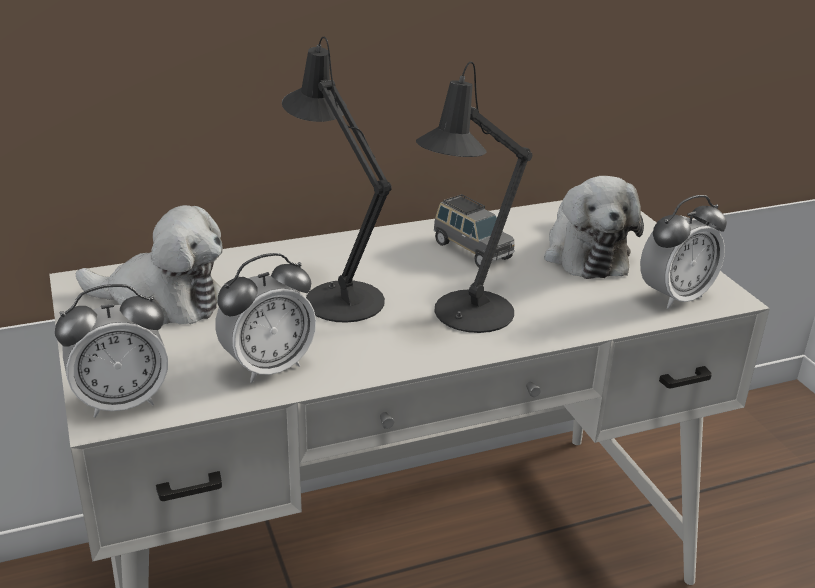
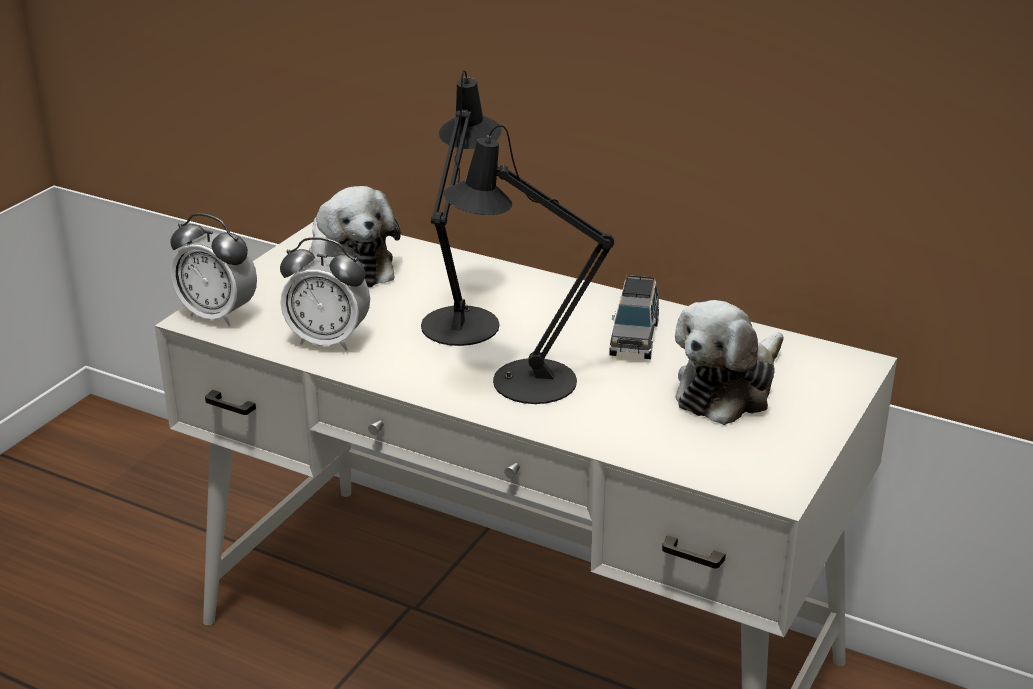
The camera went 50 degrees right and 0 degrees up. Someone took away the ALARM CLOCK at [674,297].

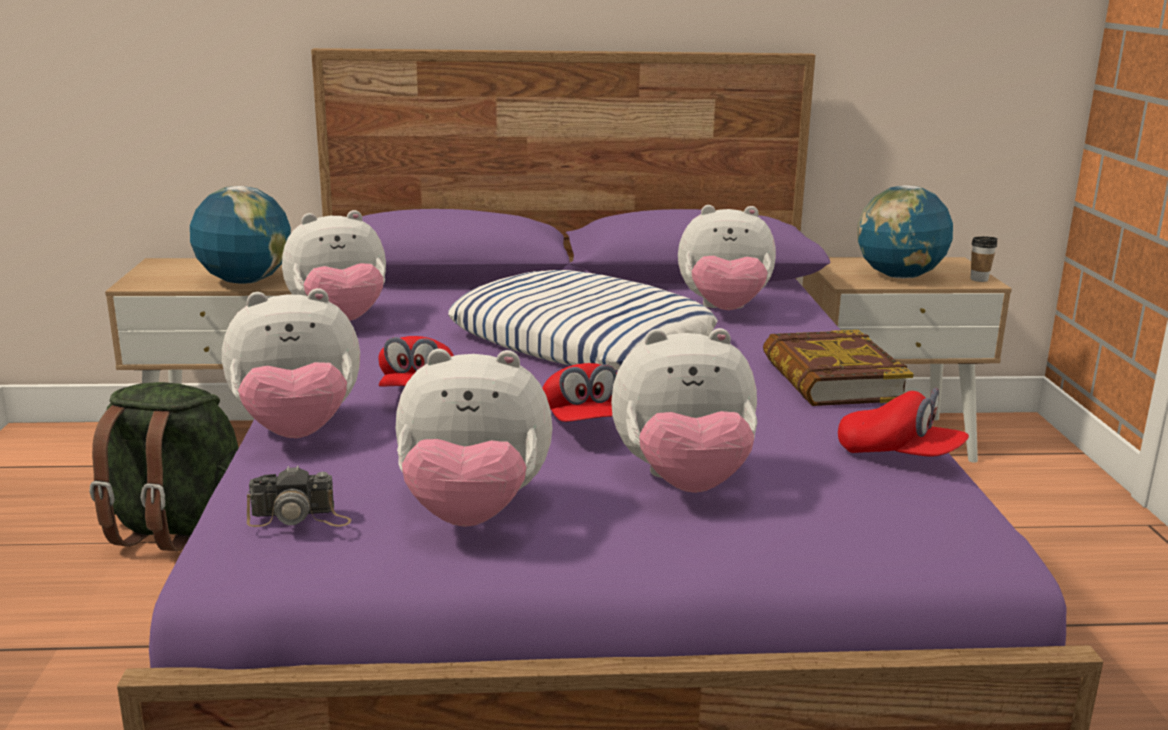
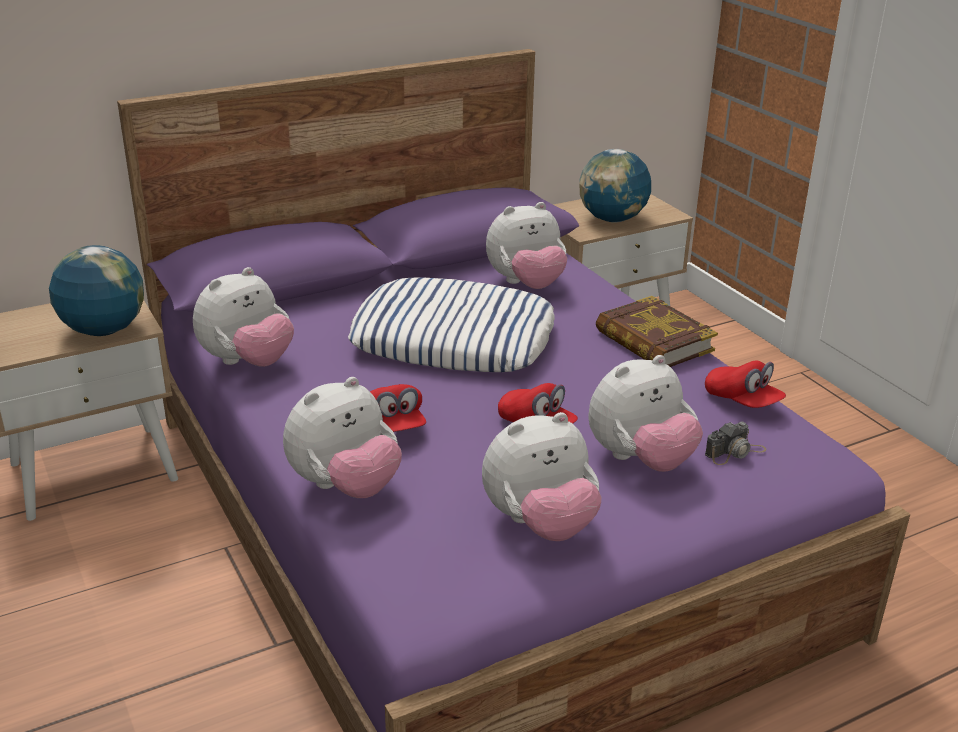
The camera went 25 degrees left and 10 degrees up. Someone rotated the RED CAP at [898,455] by 45 degrees clockwise. Someone carried the PHOTO CAMERA from [300,517] to [735,452]. Someone took away the GREEN BACKPACK at [177,528]. Someone took away the CUP at [979,279].

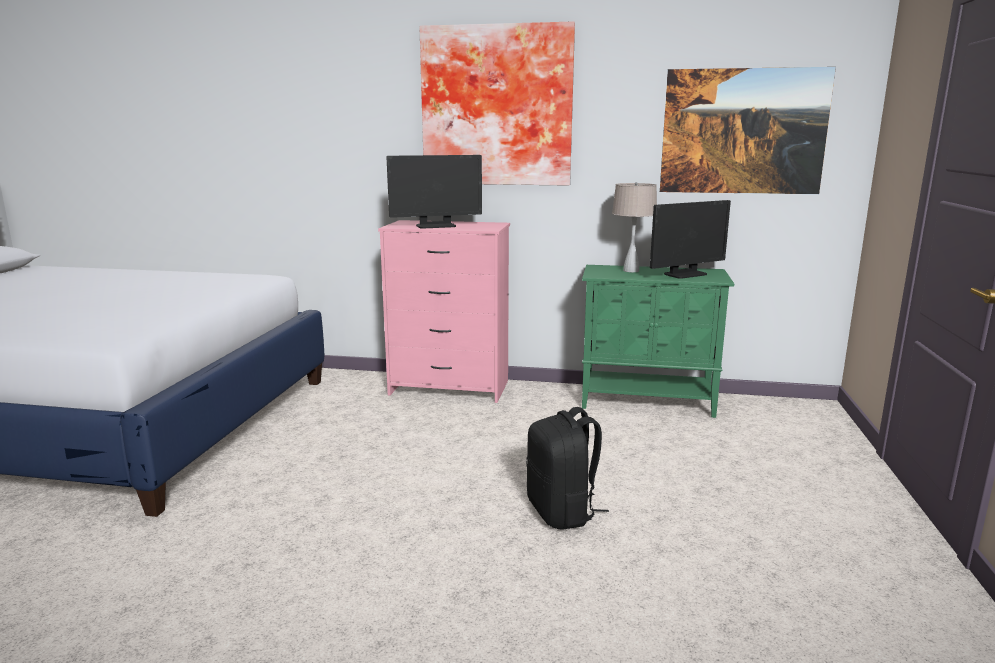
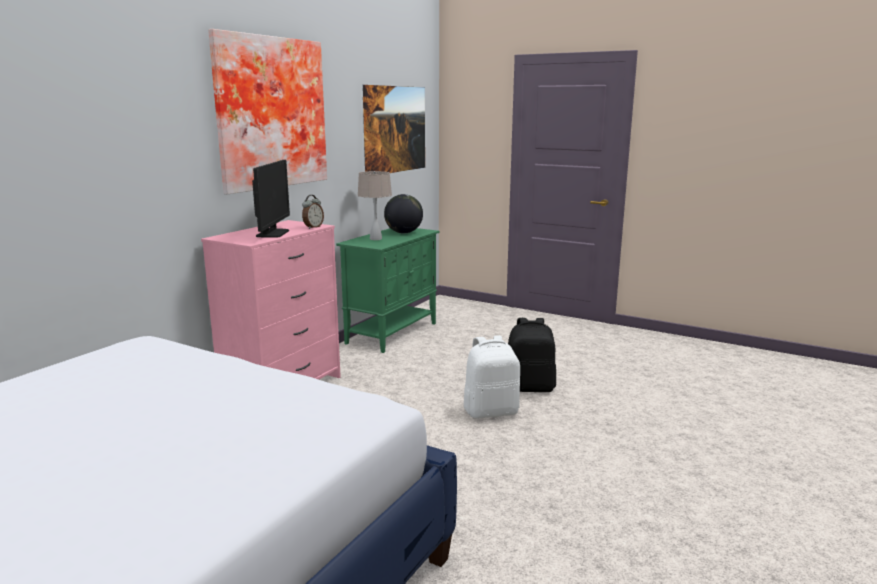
The camera went 70 degrees left and 0 degrees up. Someone put down the ALARM CLOCK at [313,227]. Someone swapped the MONITOR at [685,274] for the GLOBE at [403,233]. Someone put down the WHITE BACKPACK at [491,411].

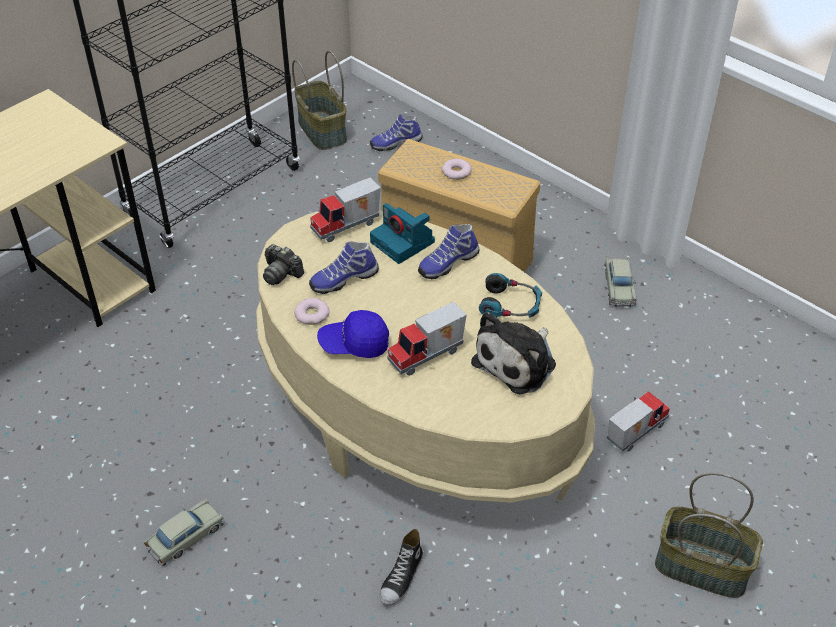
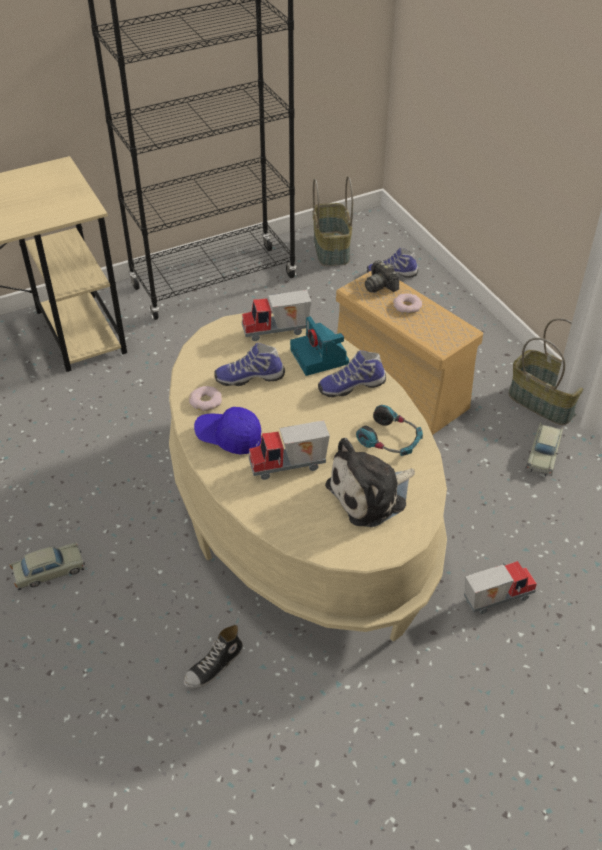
The camera went 20 degrees right and 0 degrees up. Someone carried the PHOTO CAMERA from [281,273] to [380,285]. Someone carried the BASKET from [703,566] to [544,402].

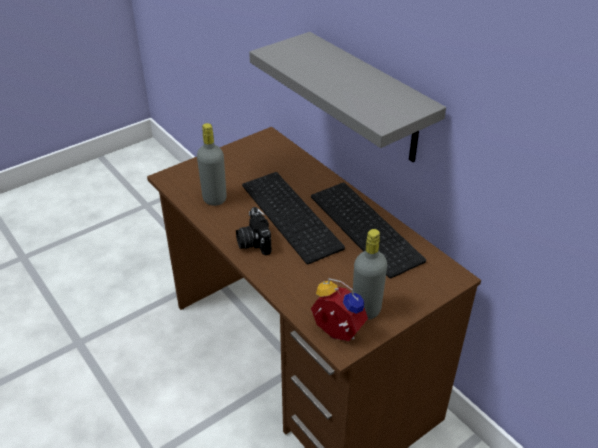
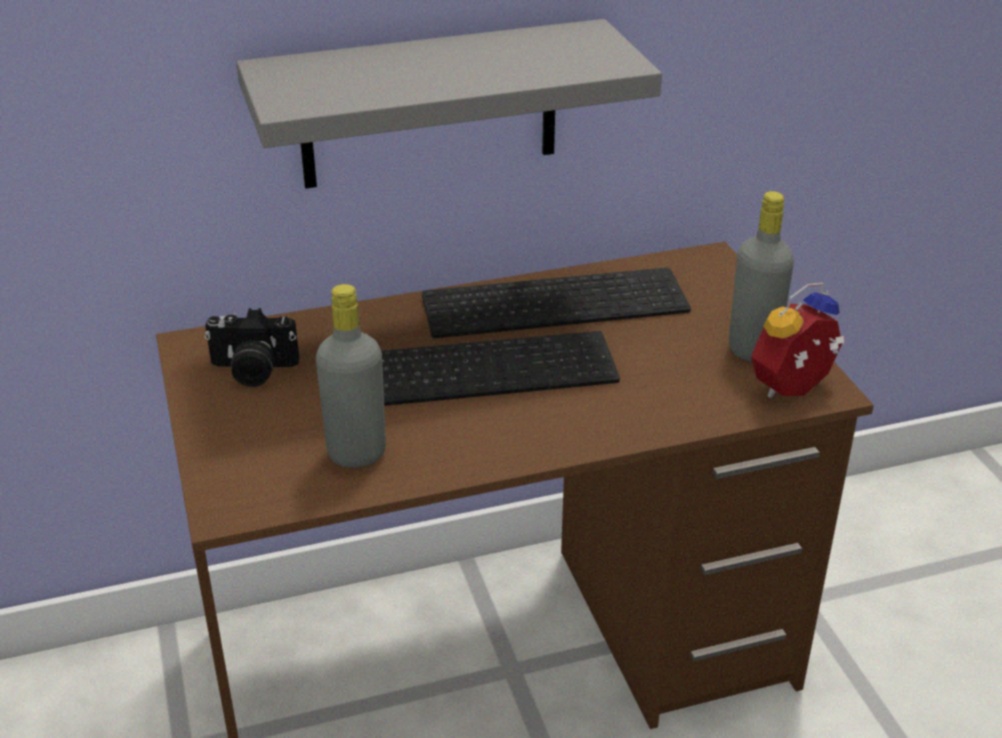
The camera went 70 degrees left and 5 degrees down. Someone carried the PHOTO CAMERA from [253,242] to [252,371].

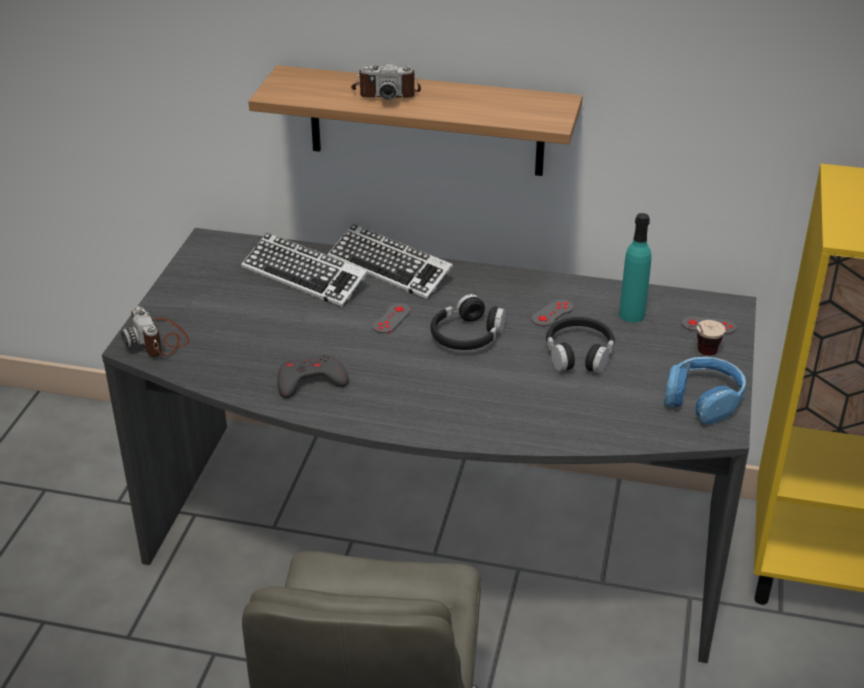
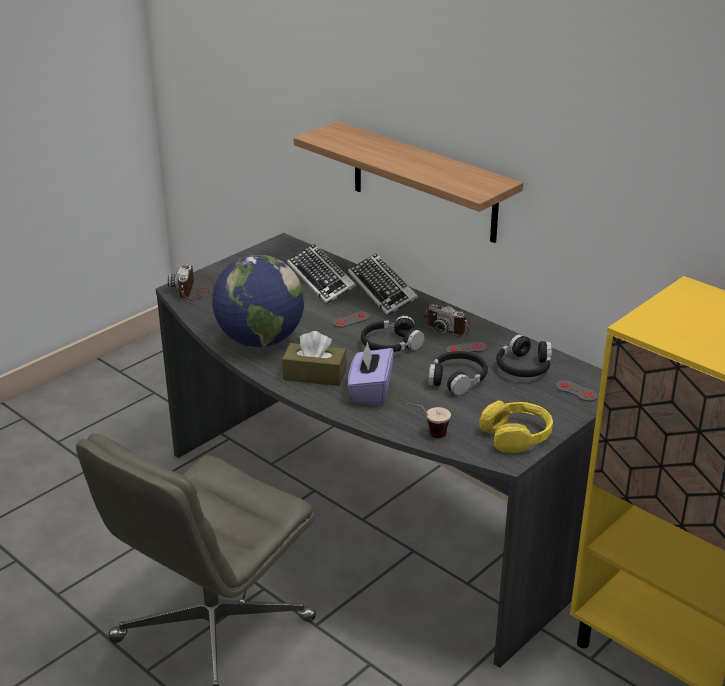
The camera went 30 degrees right and 5 degrees down. Someone swapped the GREY GAME CONTROLLER at [310,381] for the GLOBE at [260,340]. Someone put down the BROWN TISSUE BOX at [314,375]. Someone put down the PURPLE TISSUE BOX at [370,390]. Someone carried the CUP from [699,355] to [427,435]. Someone carried the PHOTO CAMERA from [386,92] to [448,326]. Someone repainted the BLUE HEADPHONES at [703,400], which became the YELLOW HEADPHONES at [517,436]. Someone swapped the TURQUOISE BOTTLE at [631,315] for the BLACK HEADPHONES at [524,367].

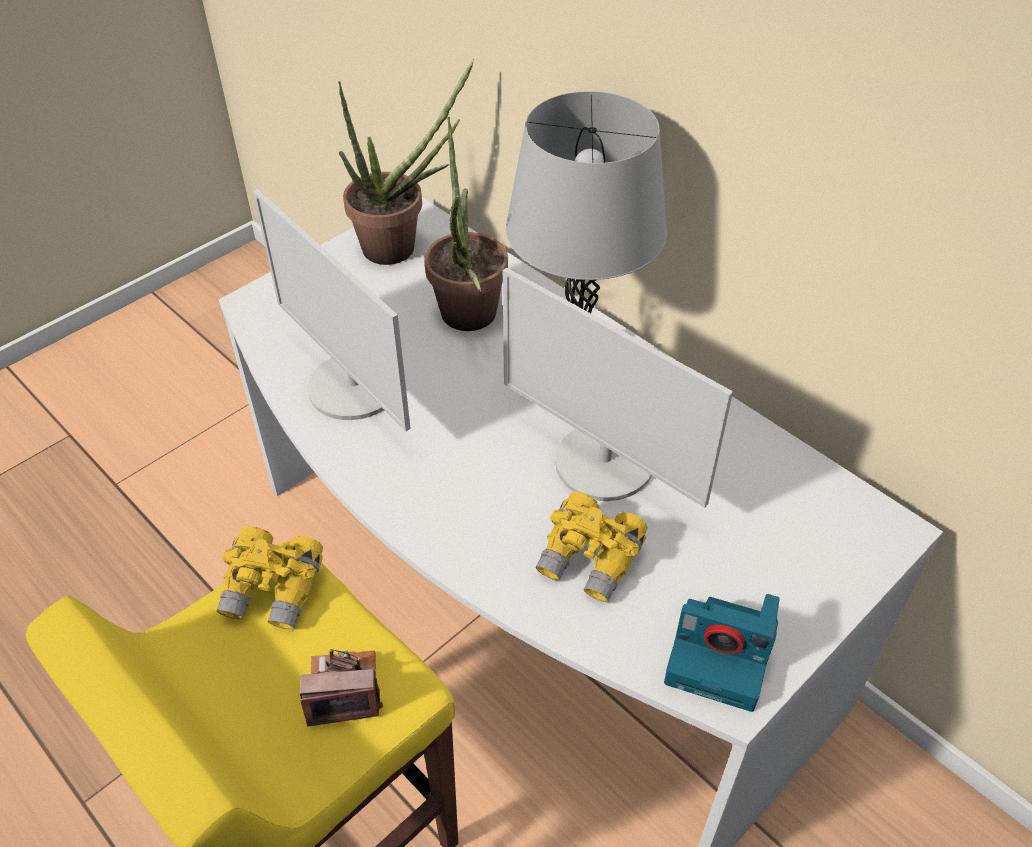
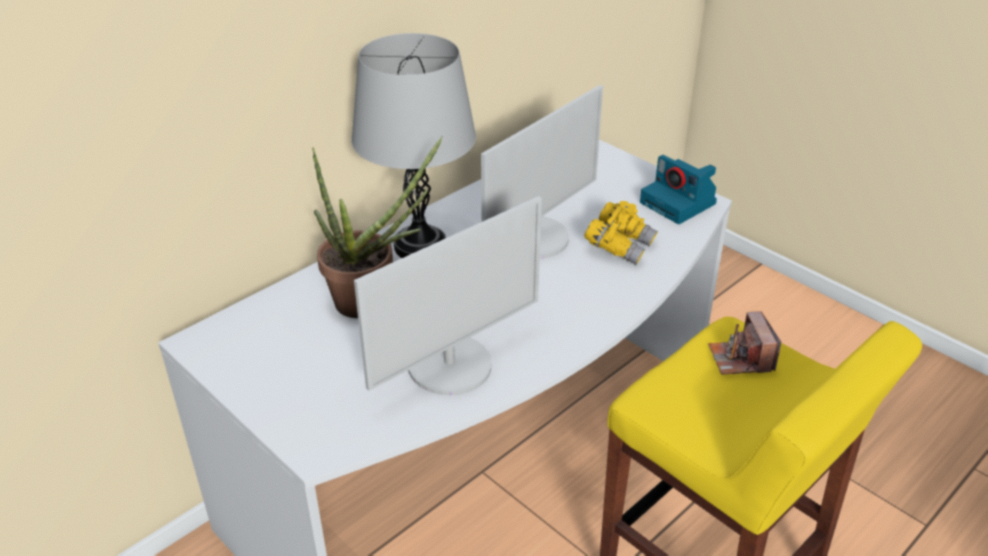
The camera went 90 degrees left and 10 degrees down. Someone rotated the PHOTO CAMERA at [721,656] by 120 degrees clockwise. Someone took away the YELLOW BINOCULARS at [275,590]. Someone took away the POTTED PLANT at [401,247].

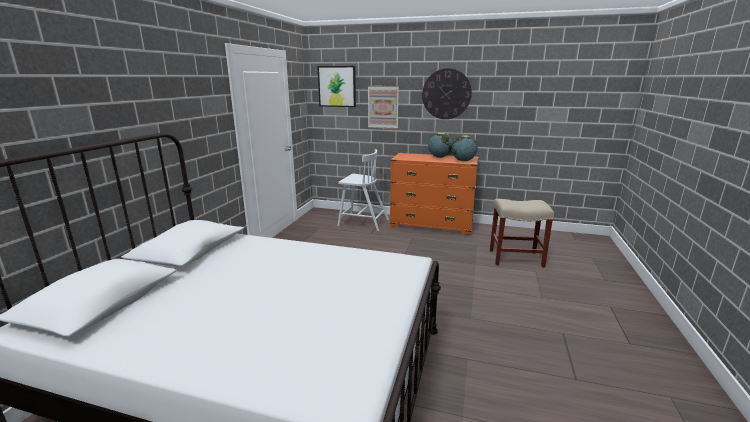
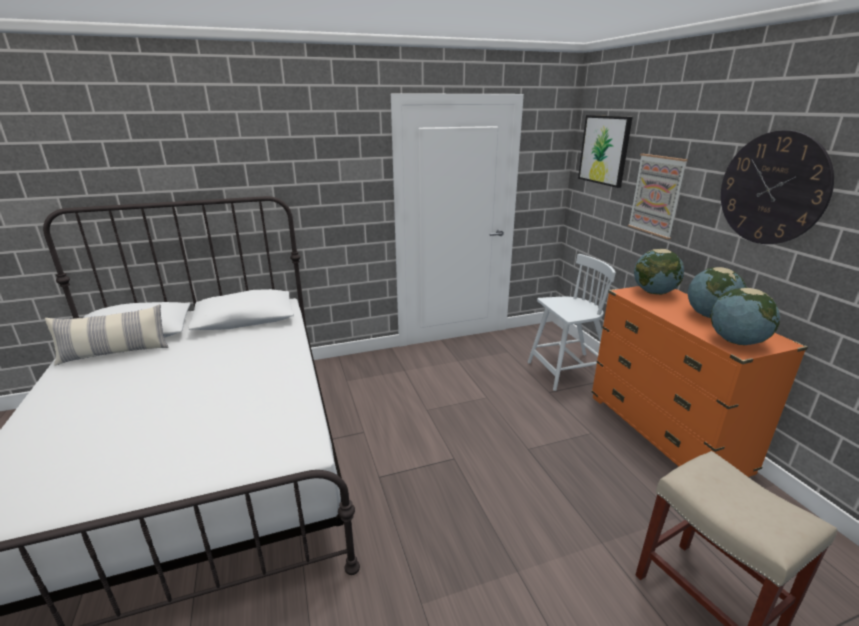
The camera went 55 degrees right and 5 degrees up. Someone put down the PILLOW at [115,353]. Someone rotated the WHITE CHAIR at [362,222] by 90 degrees counterclockwise. Someone put down the GLOBE at [654,292].

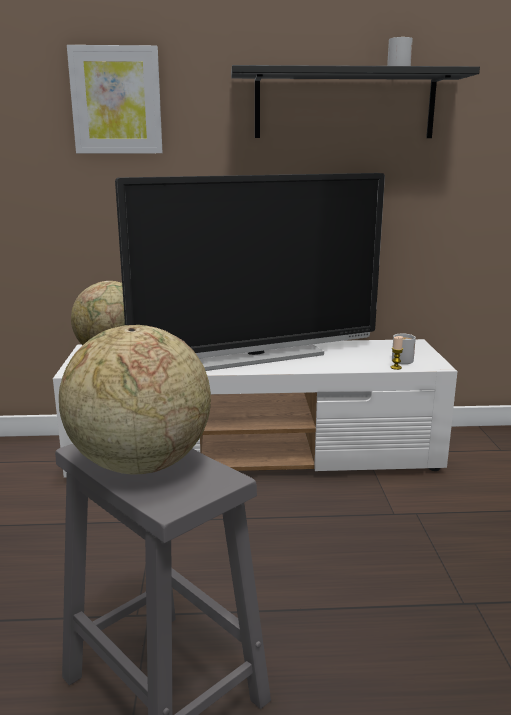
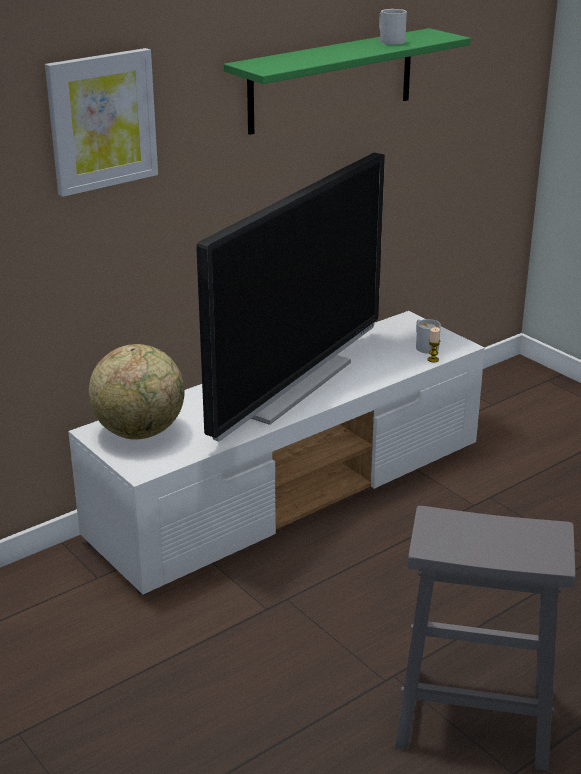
The camera went 35 degrees left and 10 degrees up. Someone repainted the BLACK SHELF at [345,105], which became the GREEN SHELF at [332,80]. Someone took away the GLOBE at [139,465].

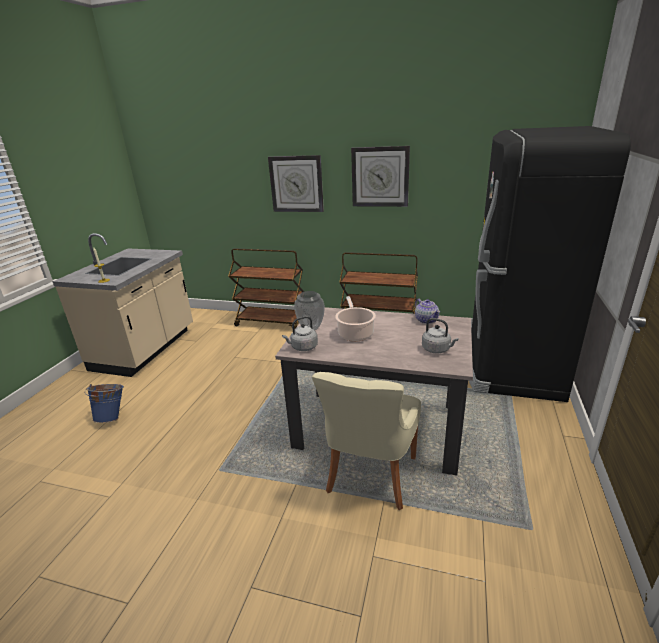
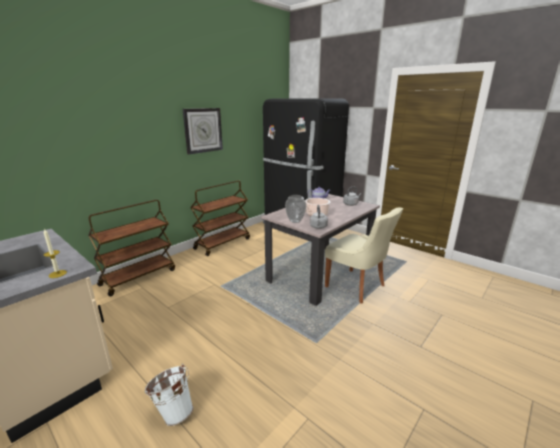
The camera went 65 degrees left and 5 degrees down. Someone repainted the BLUE BUCKET at [113,417], which became the WHITE BUCKET at [173,411]. Someone took away the WALL CLOCK at [296,184].

